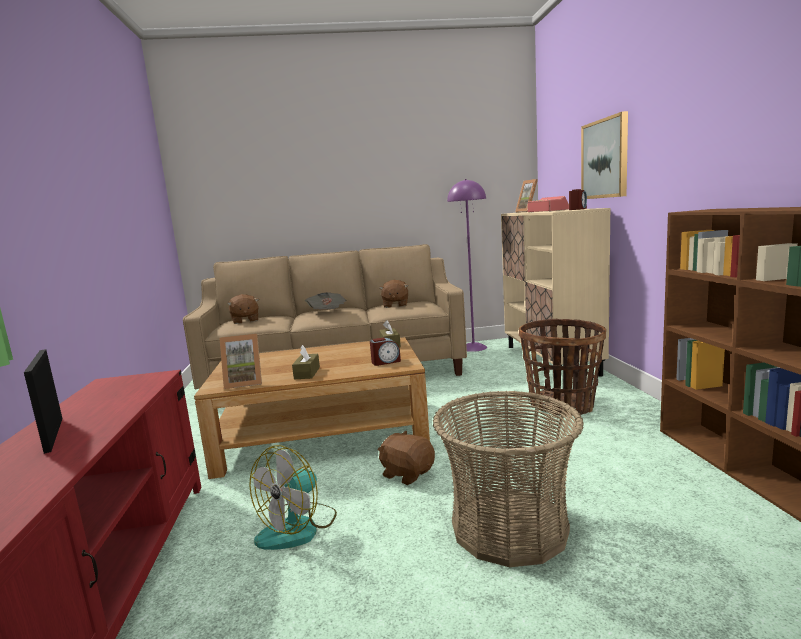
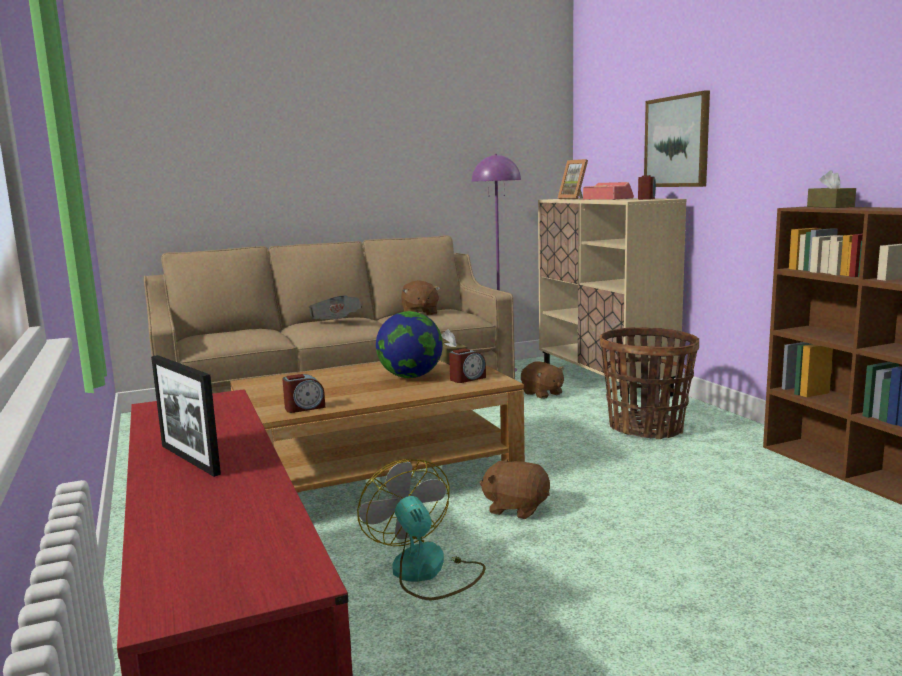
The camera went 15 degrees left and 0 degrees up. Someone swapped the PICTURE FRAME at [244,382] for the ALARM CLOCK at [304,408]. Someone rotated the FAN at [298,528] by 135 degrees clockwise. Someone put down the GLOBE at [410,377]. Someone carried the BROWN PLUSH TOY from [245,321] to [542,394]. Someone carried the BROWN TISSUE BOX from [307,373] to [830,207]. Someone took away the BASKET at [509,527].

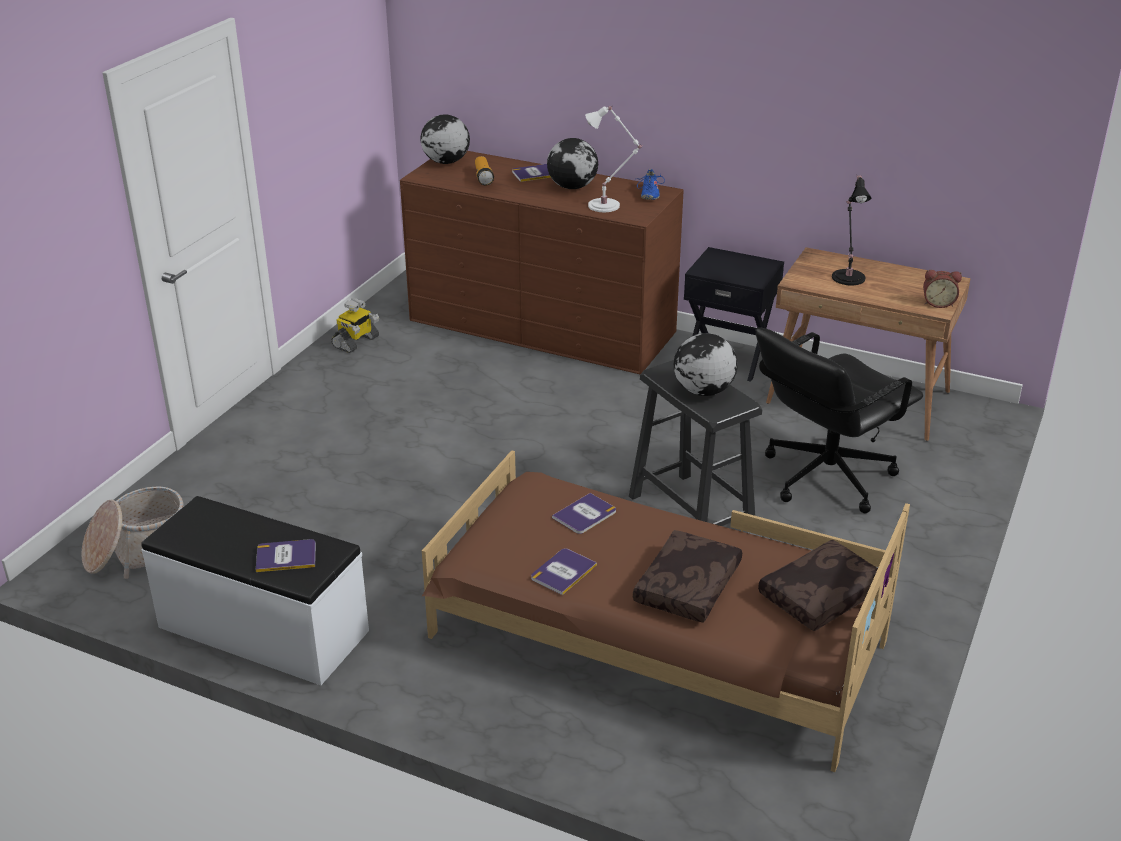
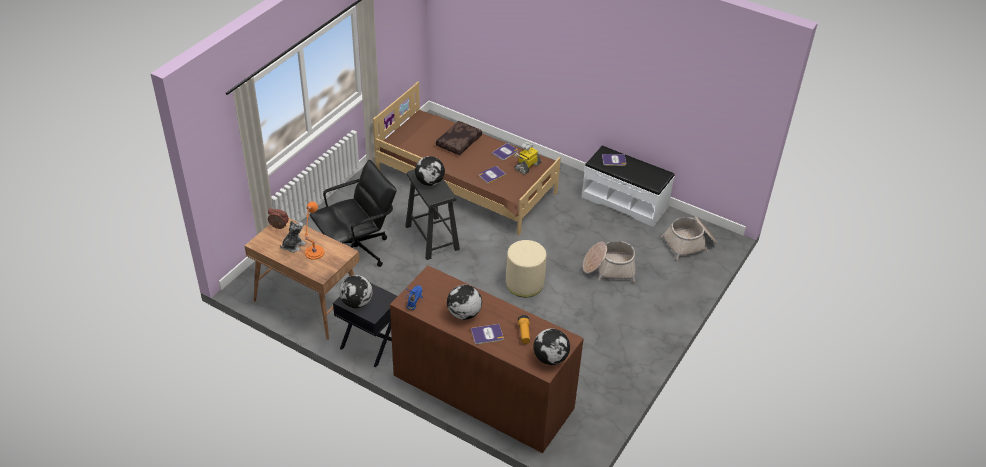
The camera went 175 degrees left and 10 degrees up. Someone put down the PLUSH TOY at [293,245]. Someone repainted the BLACK TABLE LAMP at [848,276], which became the ORANGE TABLE LAMP at [314,254]. Someone put down the GLOBE at [357,303]. Someone put down the BEIGE OTTOMAN at [524,284]. Someone carried the TOY ROBOT from [356,342] to [527,166]. Someone put down the BASKET at [609,268]. Someone took away the WHITE TABLE LAMP at [606,206]. Someone took away the BROWN PILLOW at [821,594].

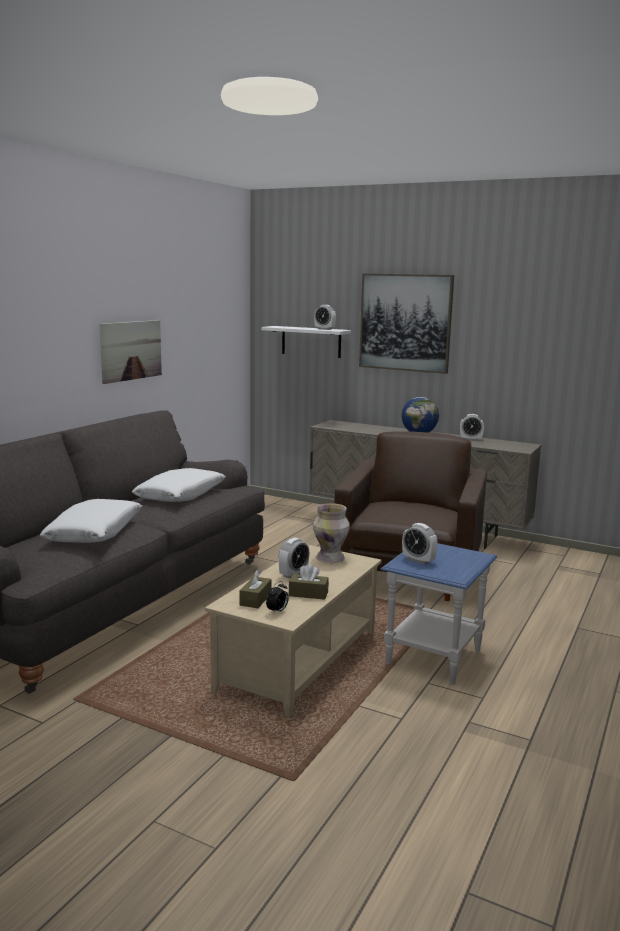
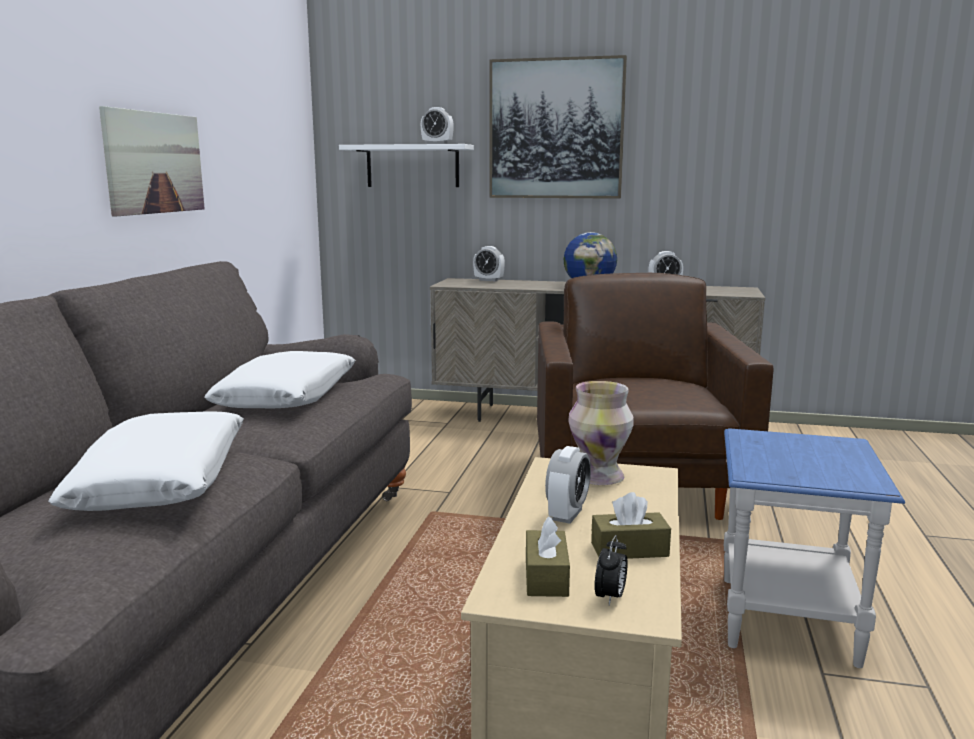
The camera went 15 degrees left and 0 degrees up. Someone carried the ALARM CLOCK from [418,560] to [489,280].

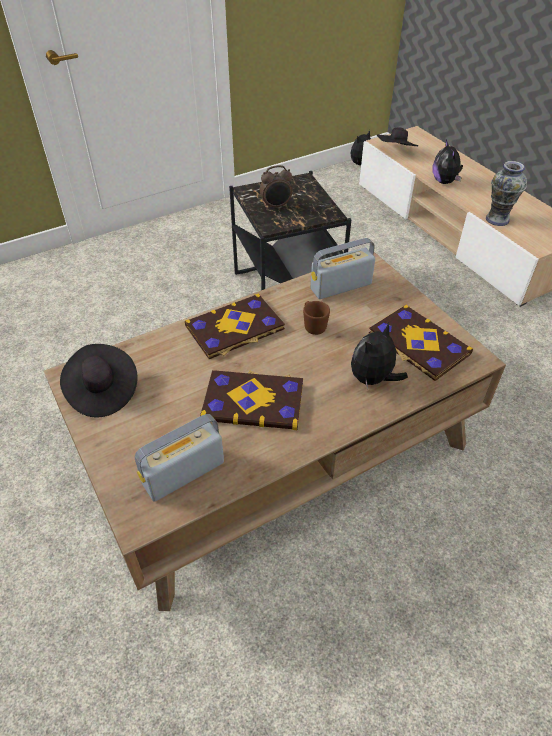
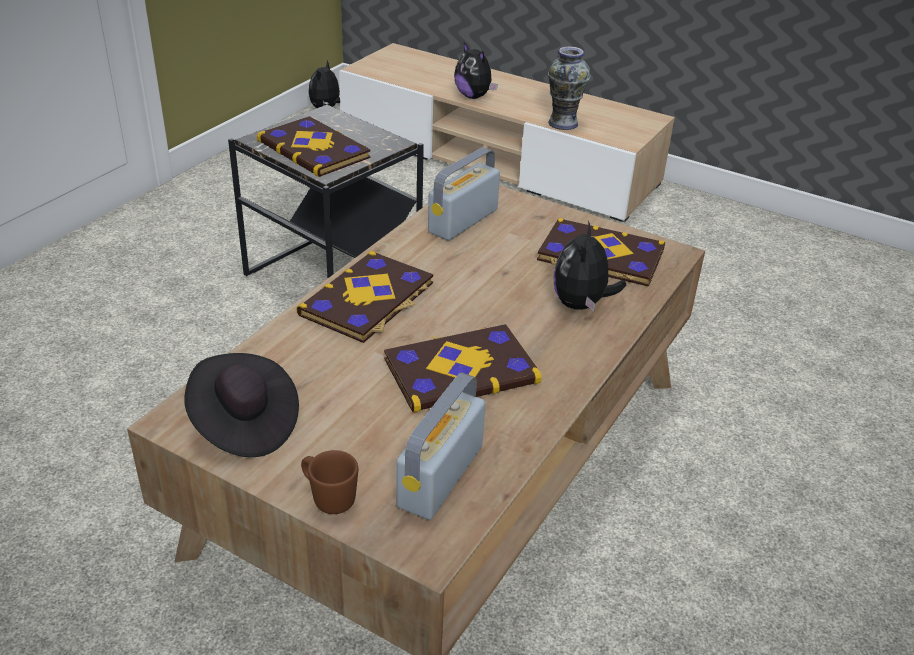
The camera went 30 degrees left and 10 degrees down. Someone swapped the ALARM CLOCK at [276,206] for the BOOK at [315,149]. Someone carried the BROWN MUG from [313,326] to [328,498]. Someone took away the BLACK HAT at [396,152].

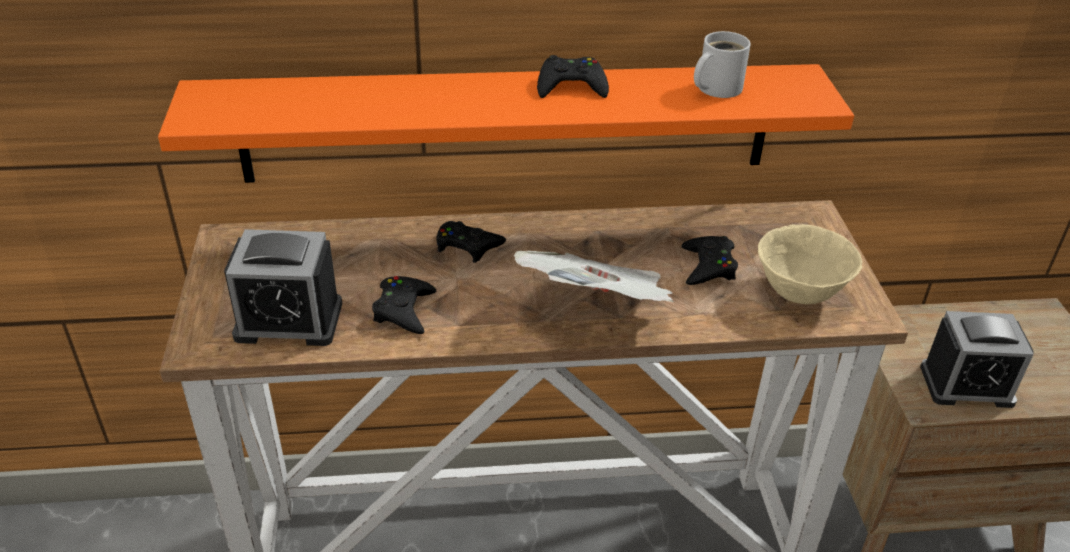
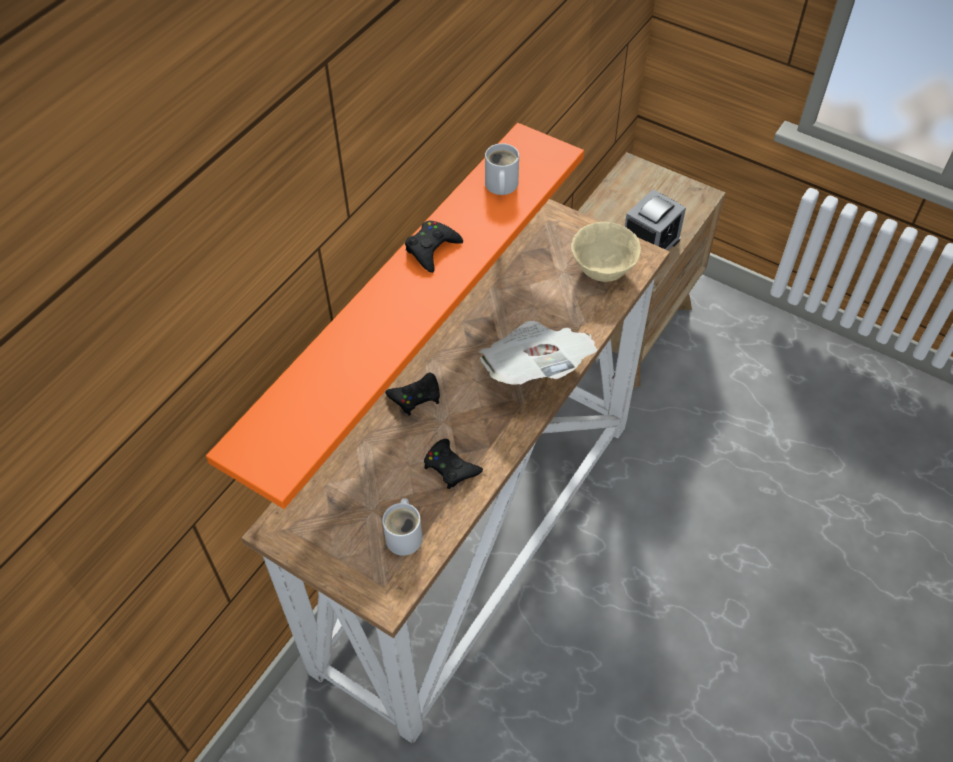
The camera went 50 degrees left and 15 degrees up. Someone swapped the ALARM CLOCK at [289,320] for the WHITE MUG at [405,535]. Someone took away the BLACK GAME CONTROLLER at [708,266].

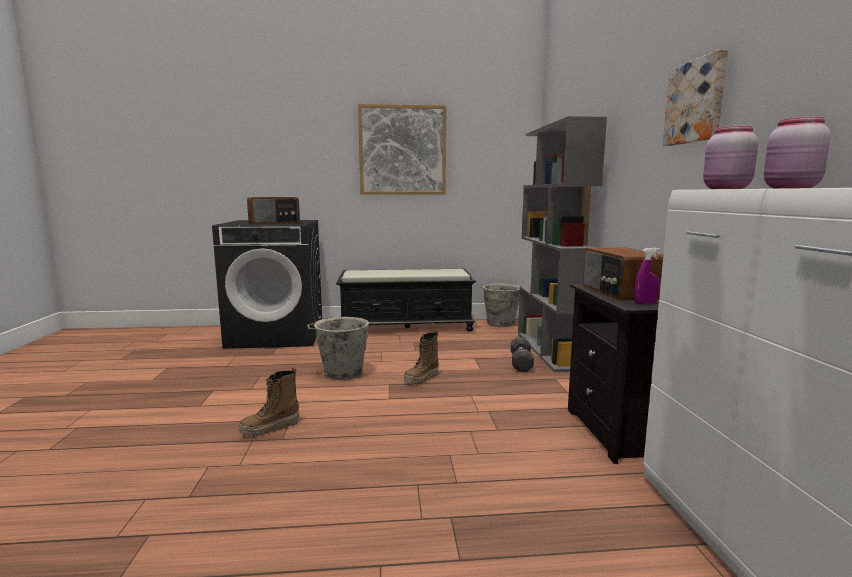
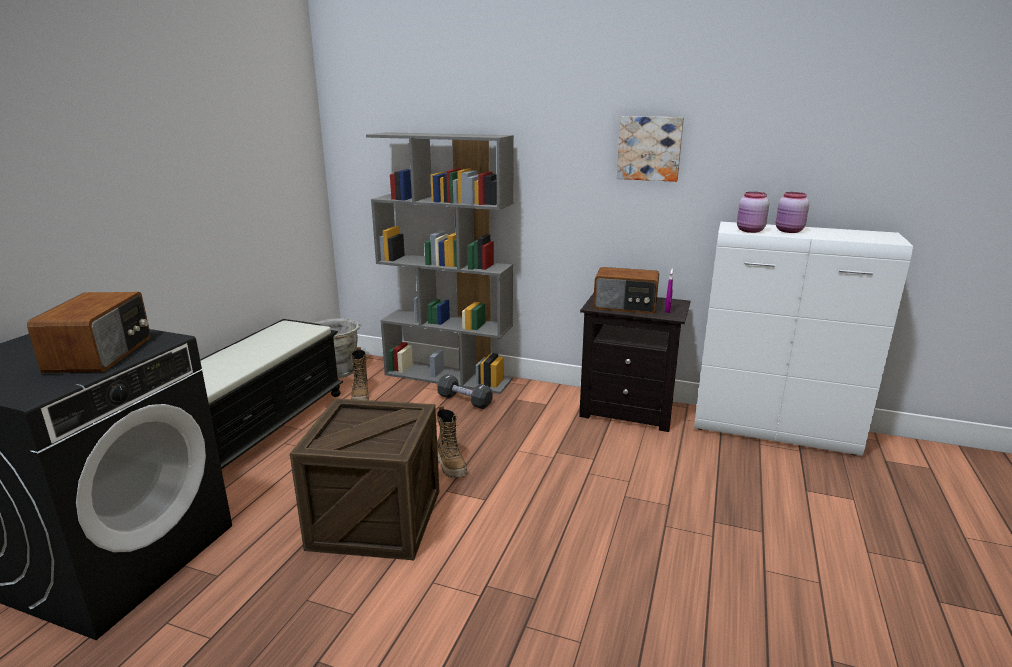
The camera went 65 degrees left and 10 degrees up. Someone swapped the GREY BUCKET at [341,373] for the CRATE at [376,519]. Someone carried the BOOT from [270,428] to [361,396]. Someone took away the PICTURE at [402,150].

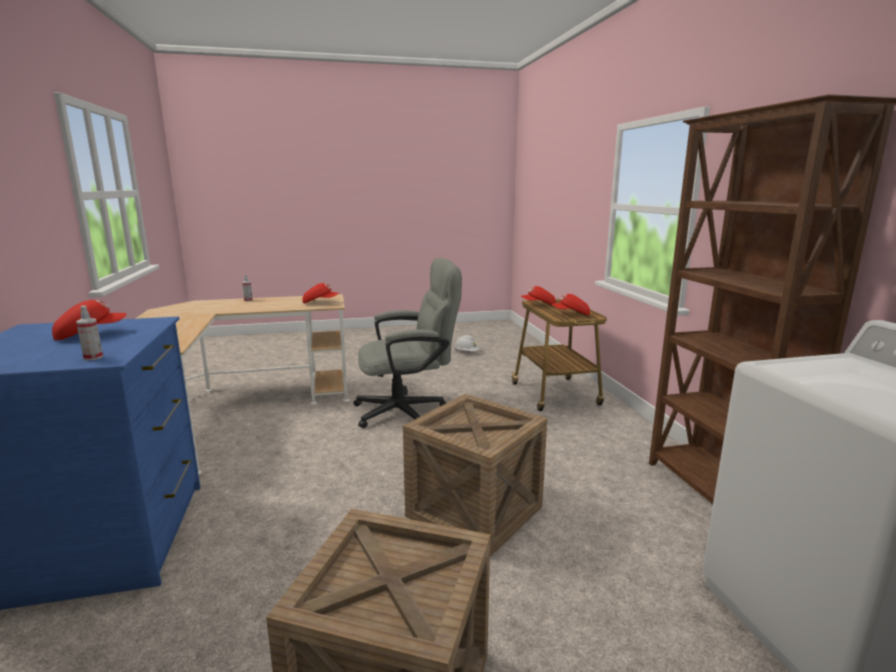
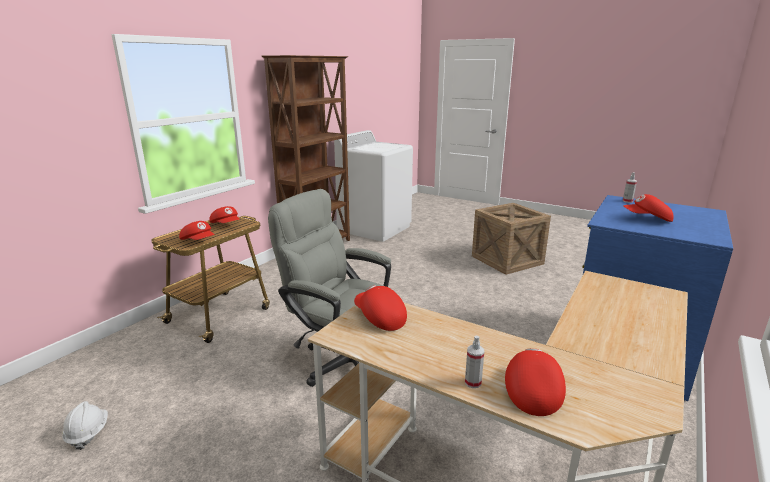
The camera went 135 degrees left and 5 degrees up. Someone put down the RED CAP at [531,391]. Someone took away the CRATE at [474,511].

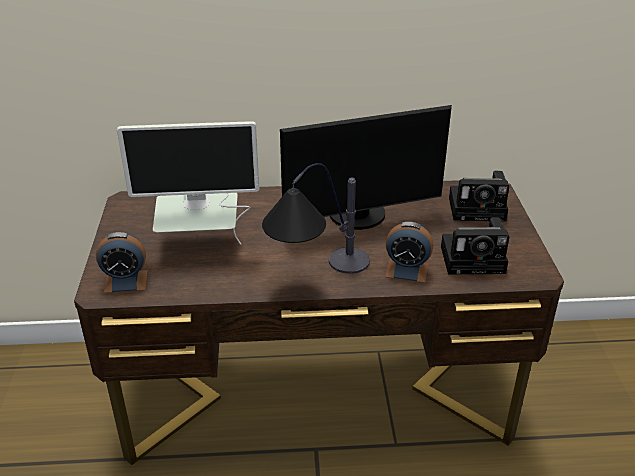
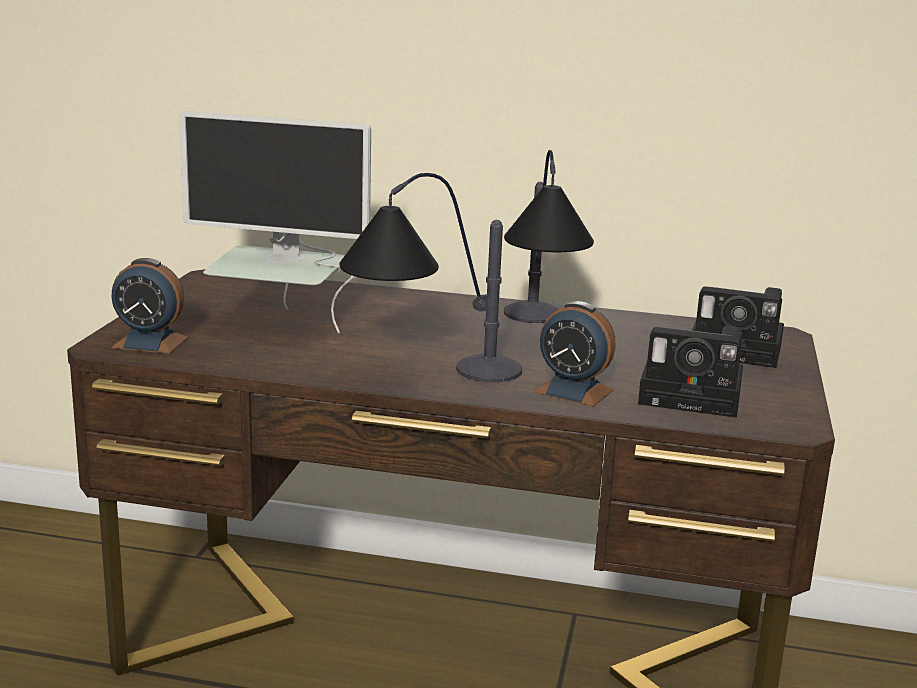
The camera went 15 degrees right and 15 degrees down. Someone swapped the MONITOR at [359,217] for the TABLE LAMP at [538,333].

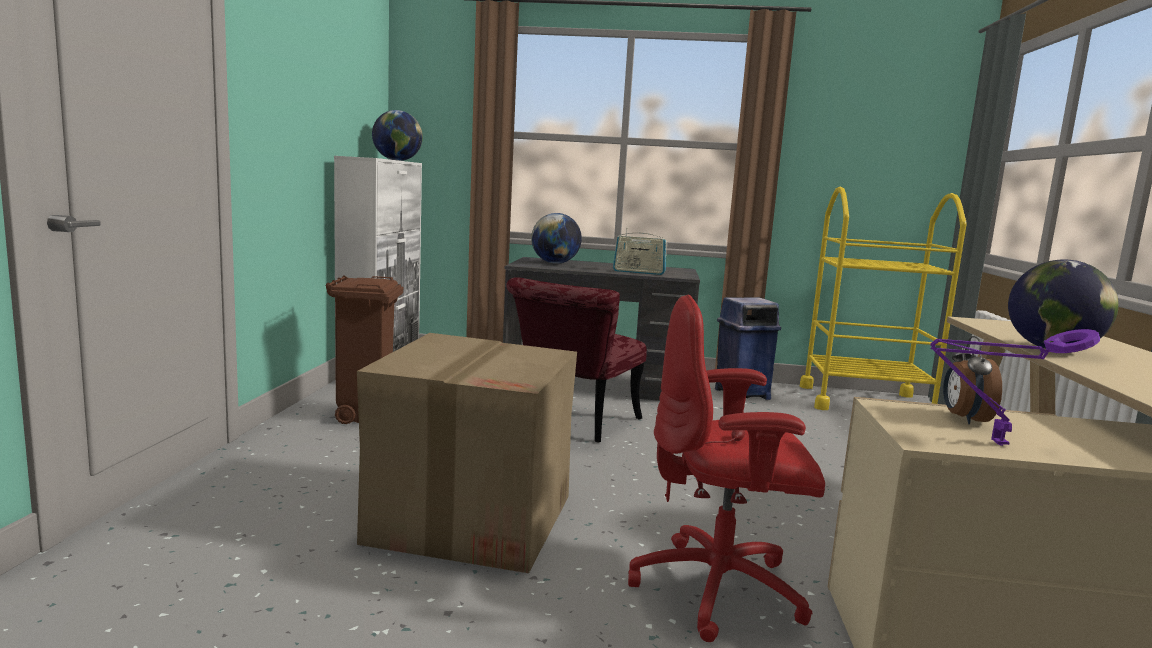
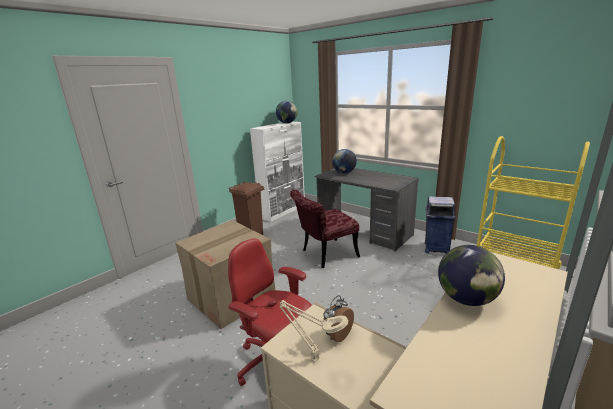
The camera went 35 degrees right and 10 degrees up. Someone repainted the PURPLE TABLE LAMP at [994,443], which became the BEIGE TABLE LAMP at [312,358]. Someone took away the RADIO at [639,272].

